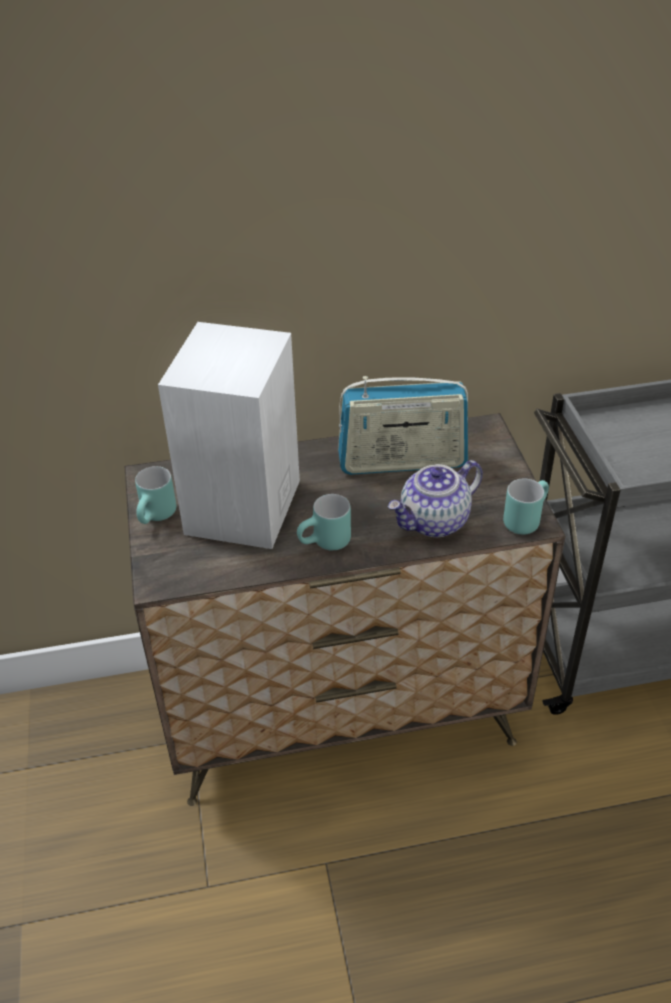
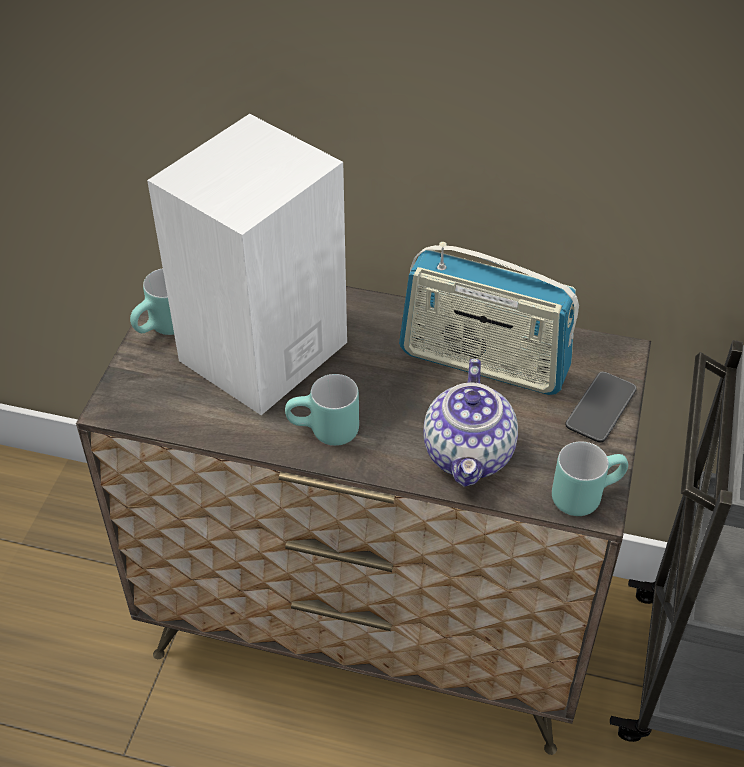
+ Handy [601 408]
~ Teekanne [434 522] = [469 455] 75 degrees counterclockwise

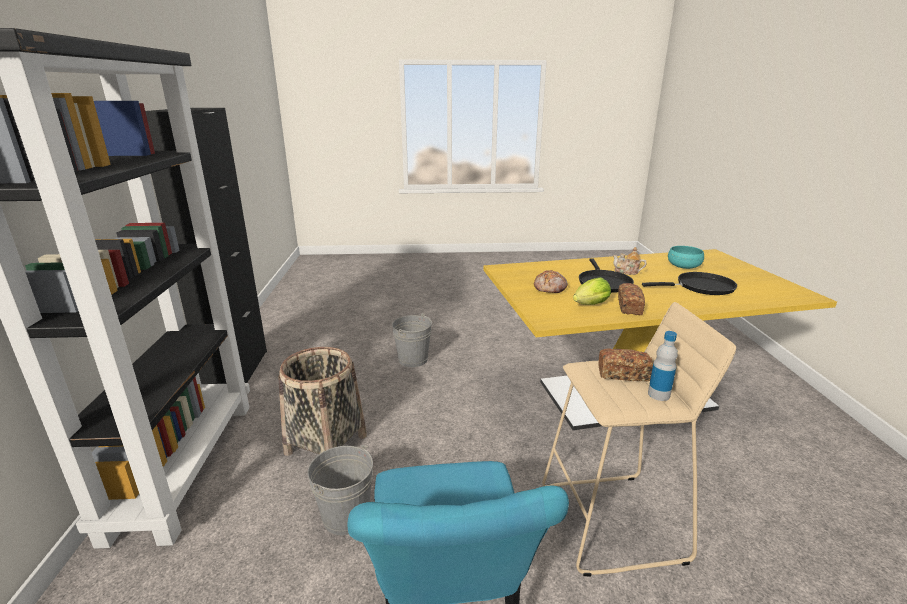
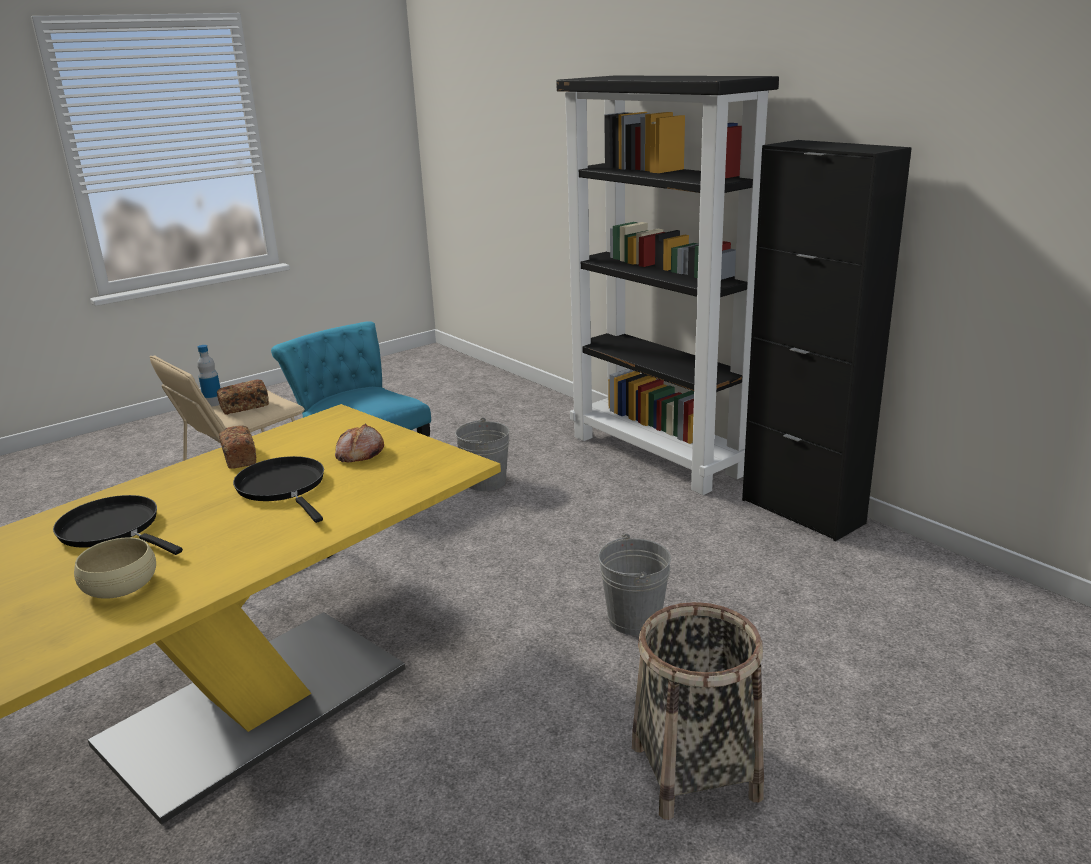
- Salatkopf [589 305]
- Teekanne [627 271]
~ Korb [326 444] to [694 771]
~ Schüssel (türkis) [684 265] to Schüssel (beige) [120 586]
~ Pfanne (schwarz) [701 287] = [114 529] 75 degrees clockwise

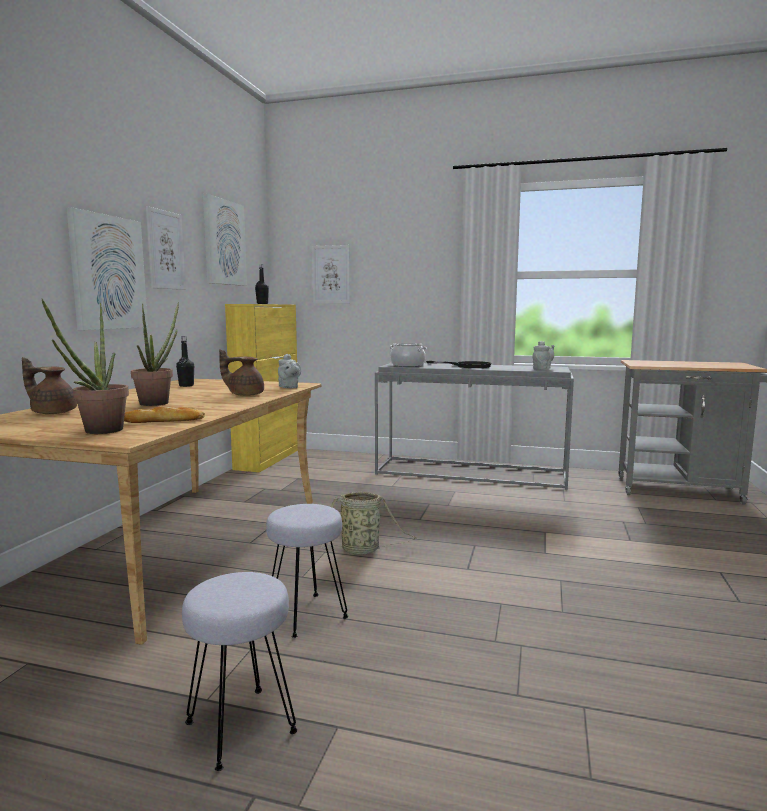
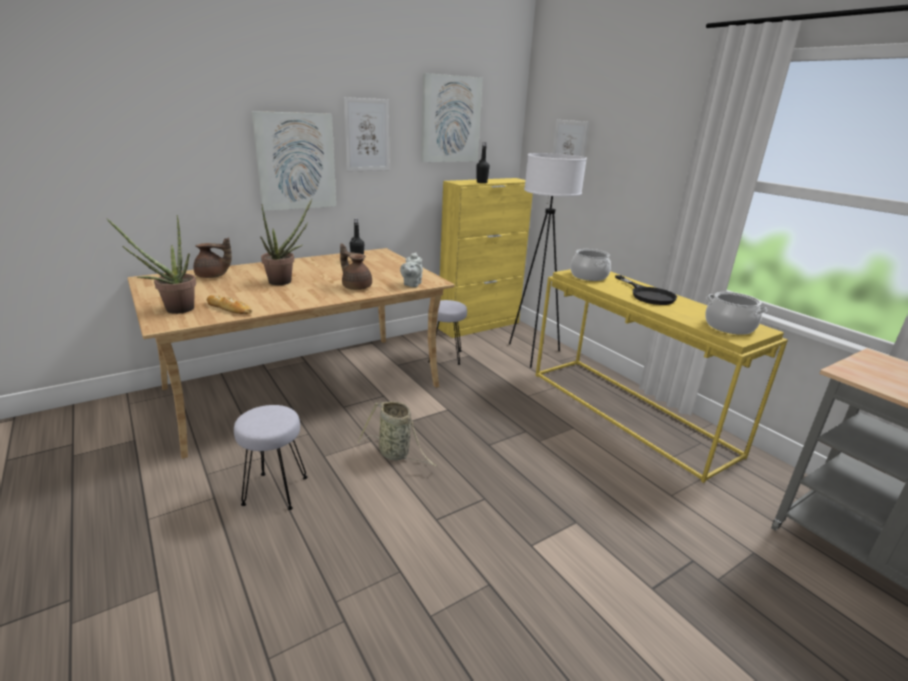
+ Stehlampe (weiß) [532 354]
~ Hocker (grau) [242 726] to [445 356]
~ Teekanne (grau) [542 368] to Kochtopf [729 327]
~ Konsolentisch (grau) [472 473] to Konsolentisch (gelb) [630 412]
~ Teekanne (braun) [53 412] = [213 276] 120 degrees clockwise

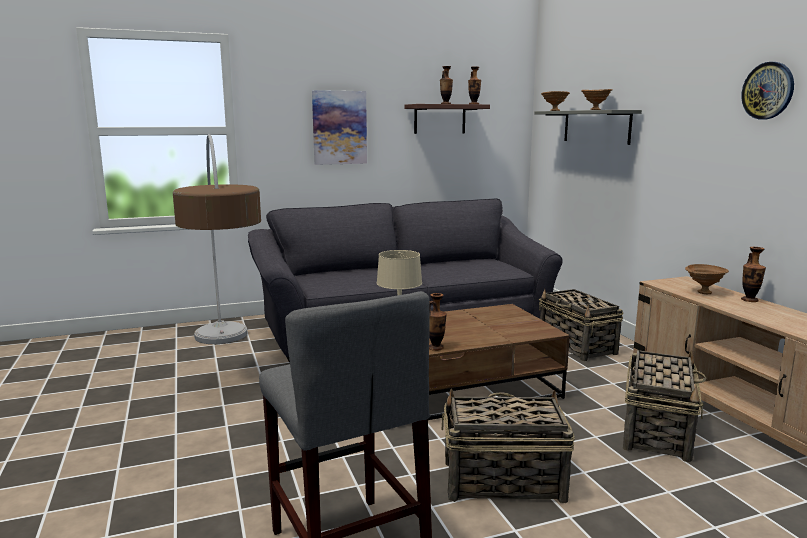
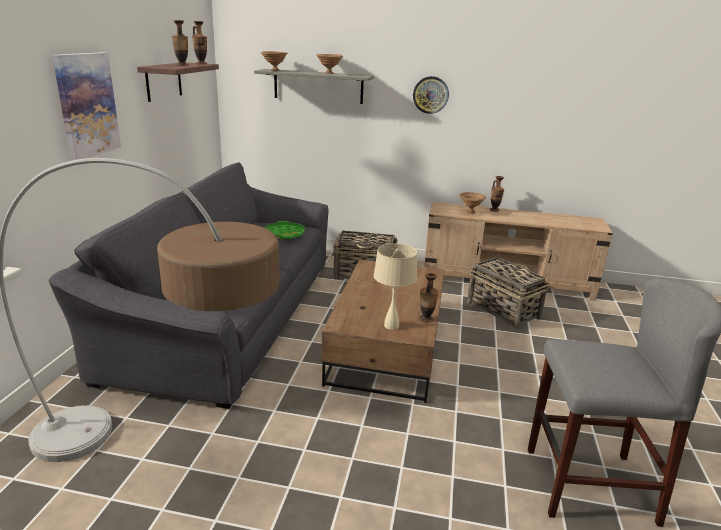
- Korb [502 481]
+ Tablett (grün) [284 234]
~ Wanduhr [768 90] to [430 95]

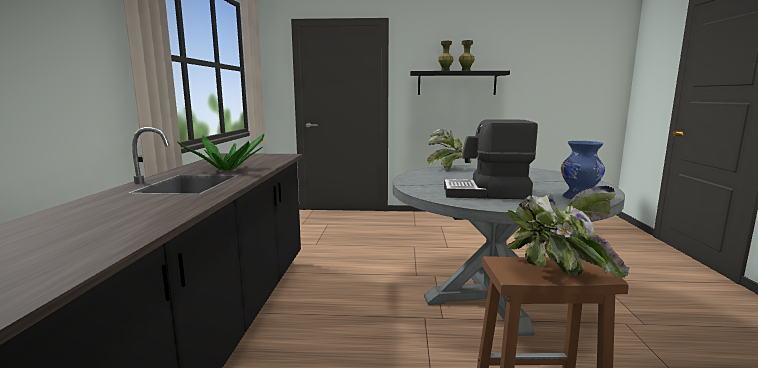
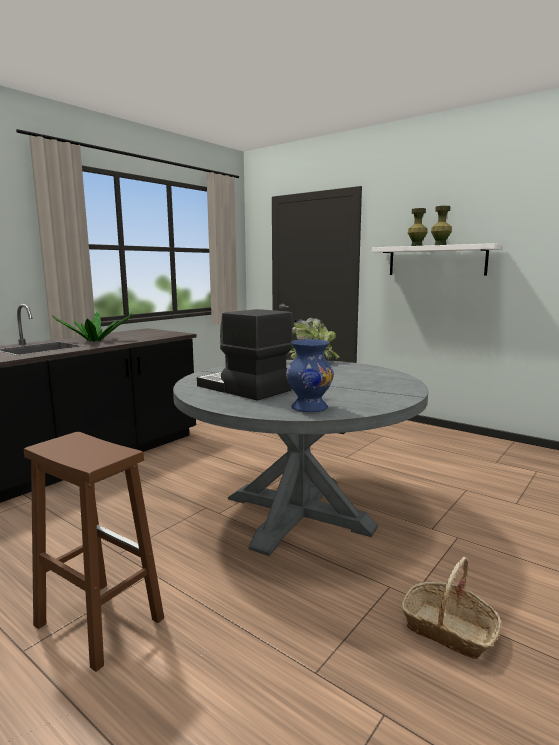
- Topfpflanze [555 274]
+ Korb [448 630]
~ Wandregal (schwarz) [456 83] to Wandregal (weiß) [436 260]

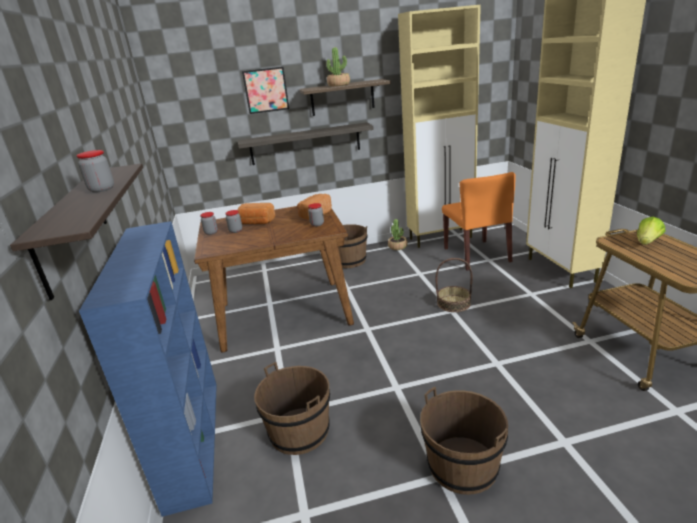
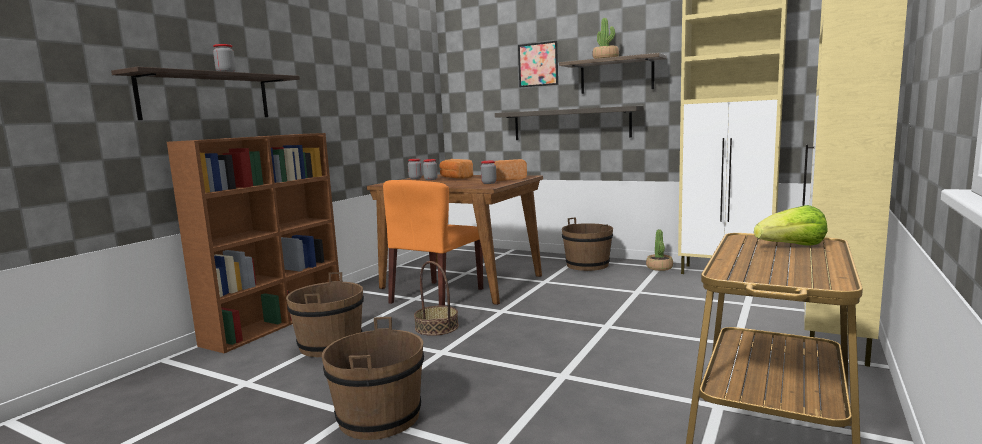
~ Korb [453 303] to [437 327]
~ Stuhl (orange) [477 255] to [437 296]
~ Bücherregal (blau) [193 439] to Bücherregal (braun) [277 322]

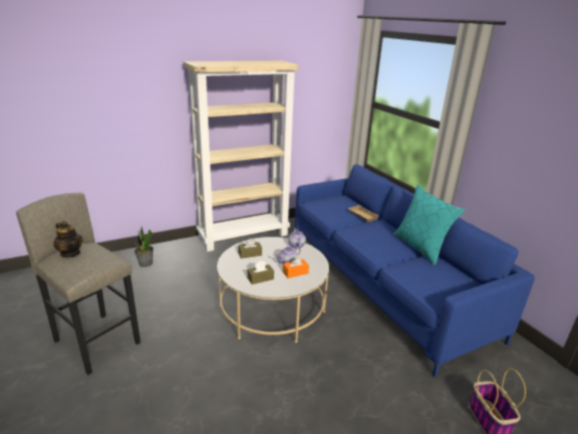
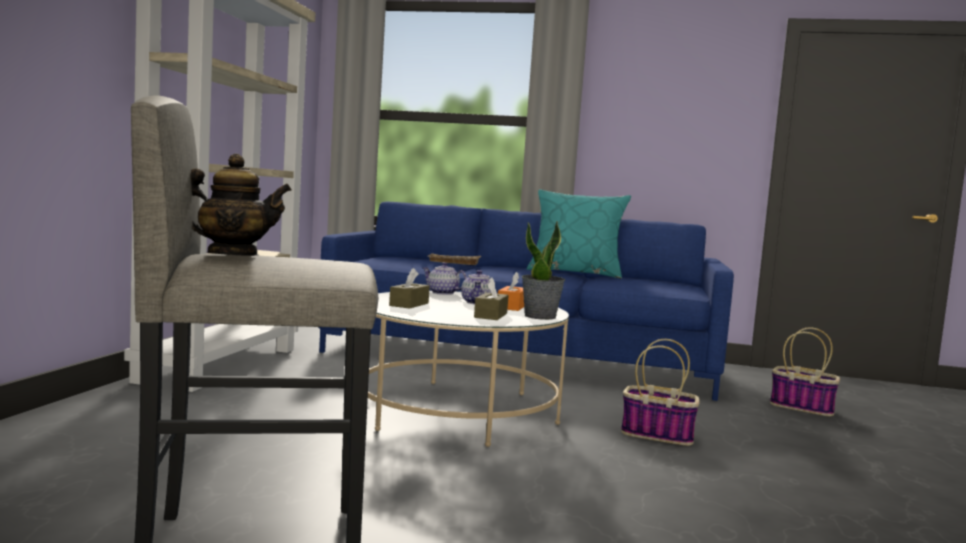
+ Korb [658 435]
~ Topfpflanze [145 263] to [540 316]

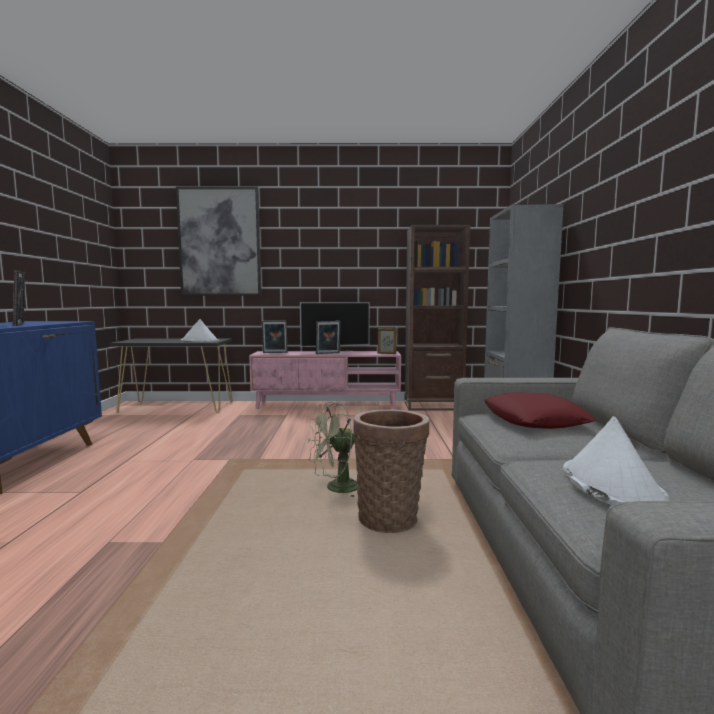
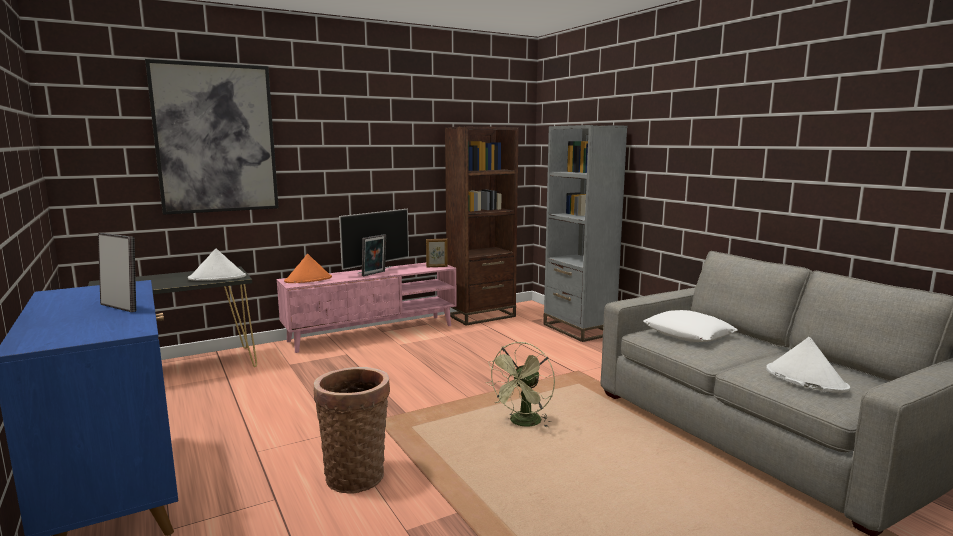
~ Korb [390 517] to [356 474]
~ Bilderrahmen [275 353] to Hut (orange) [308 280]
~ Kissen (rot) [534 420] to Kissen (weiß) [688 334]

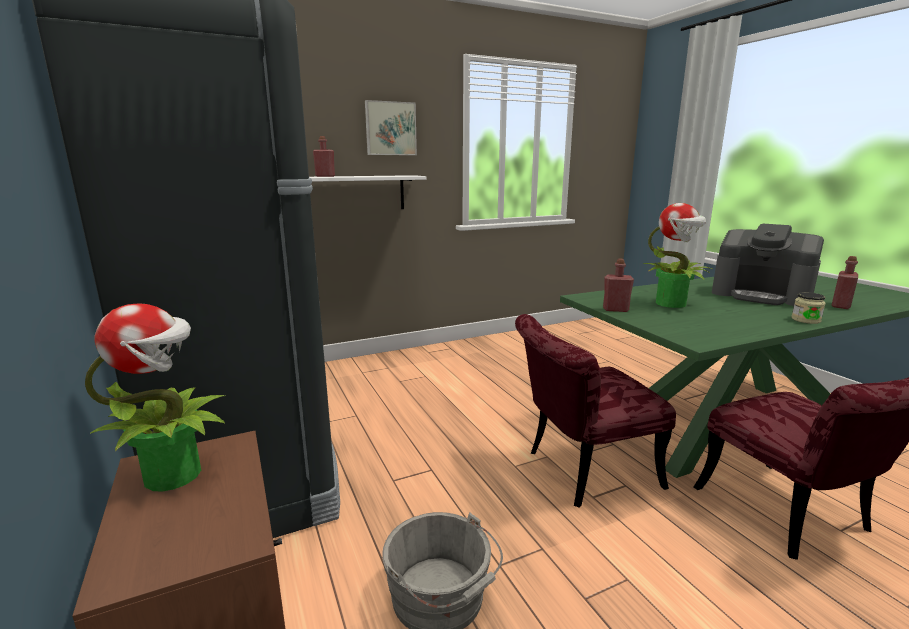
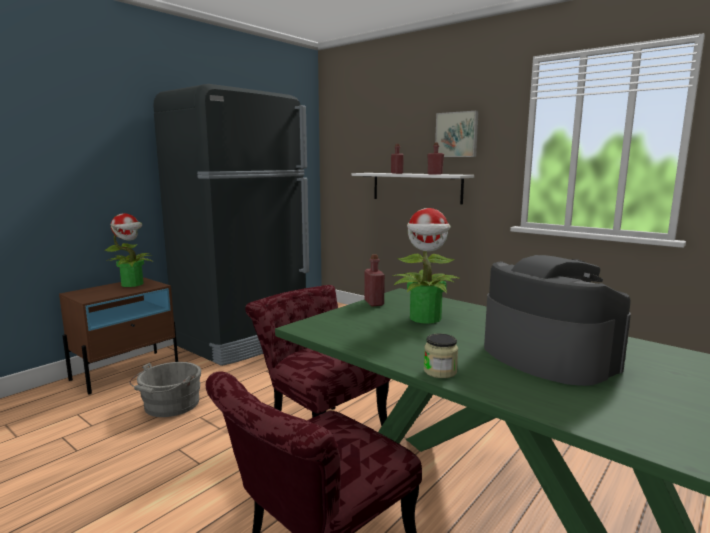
~ Flasche (rot) [840 306] to [435 174]
~ Kaffeemaschine [761 295] = [547 356] 135 degrees clockwise

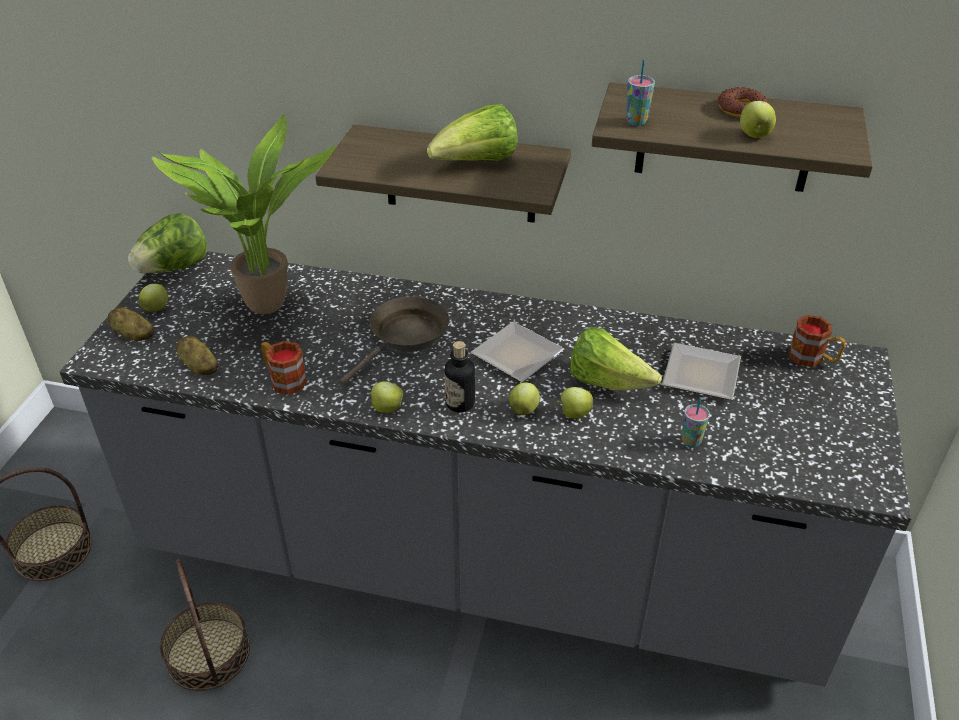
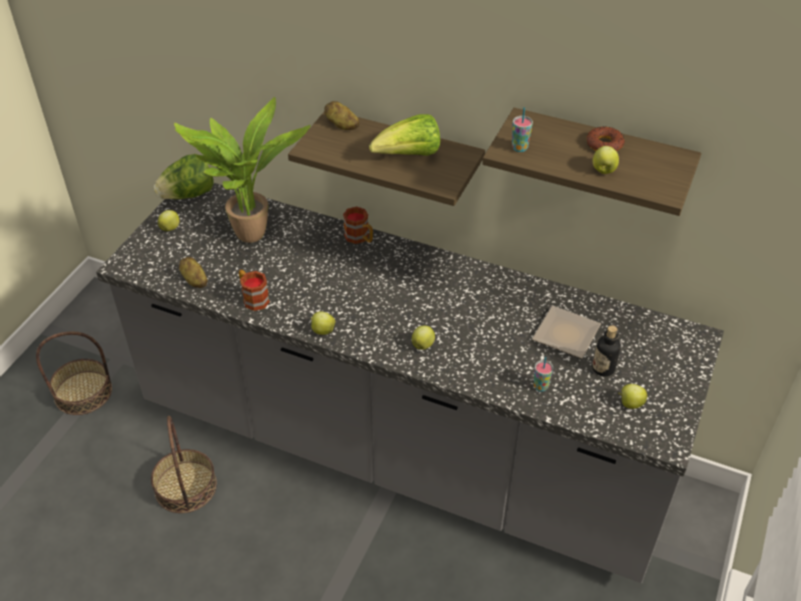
- Pfanne (braun) [405 337]
- Teller [517 353]
- Salatkopf [607 382]
~ Kartoffel [133 335] to [341 125]
~ Flasche [460 403] to [603 368]
~ Apfel [573 414] to [630 403]
~ Henkelbecher [813 358] to [360 238]

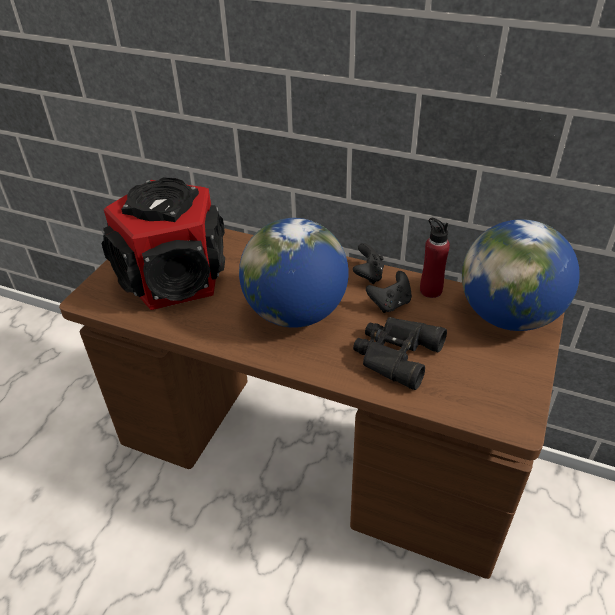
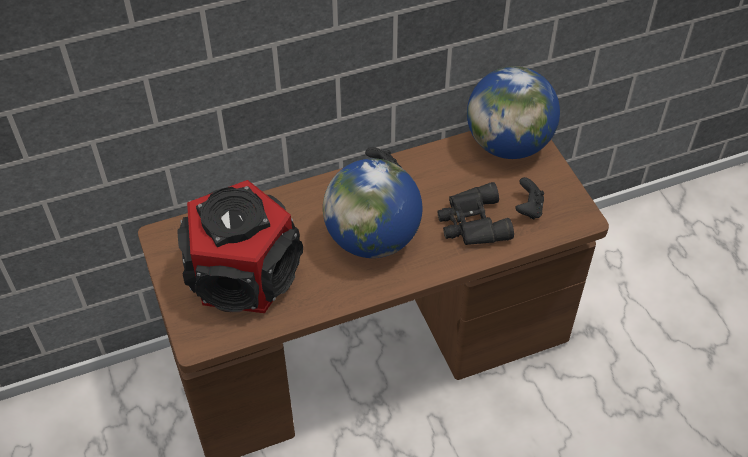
- Flasche (rot) [430 290]
~ Gamepad (schwarz) [390 304] to [528 208]

